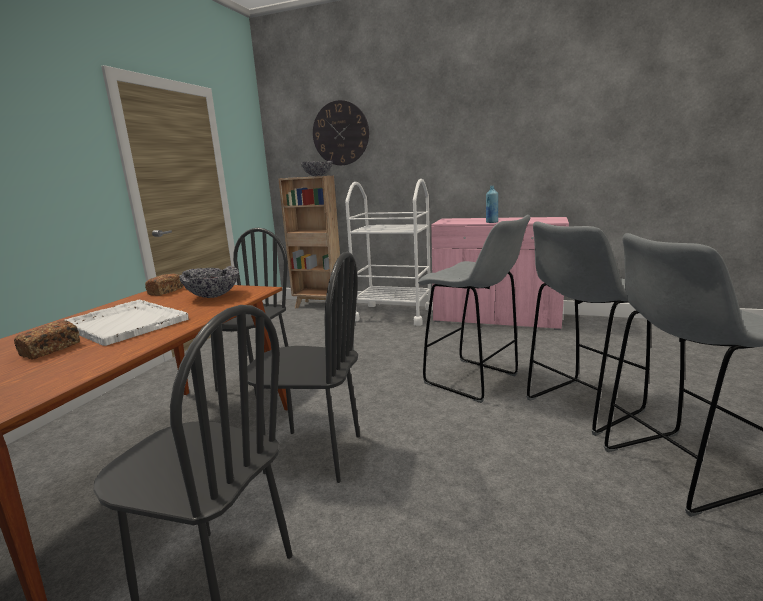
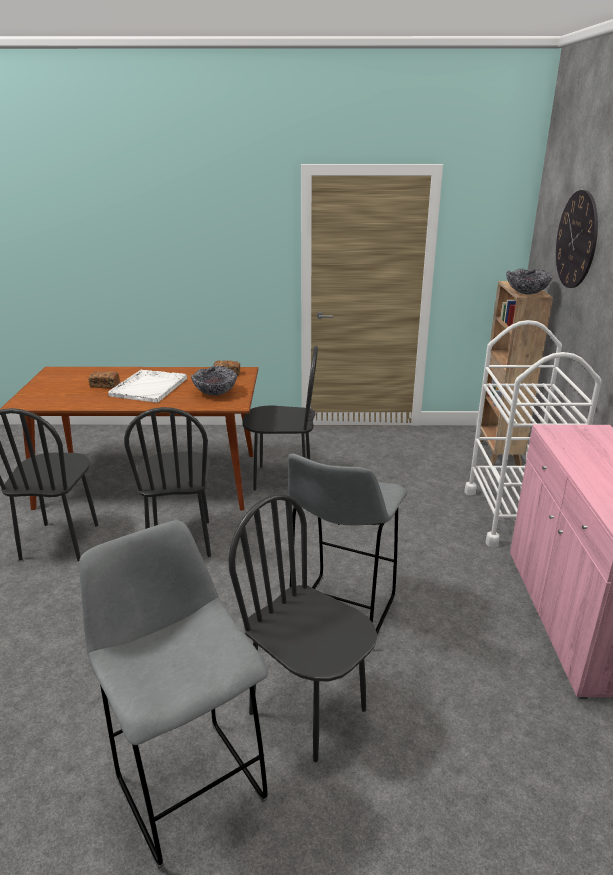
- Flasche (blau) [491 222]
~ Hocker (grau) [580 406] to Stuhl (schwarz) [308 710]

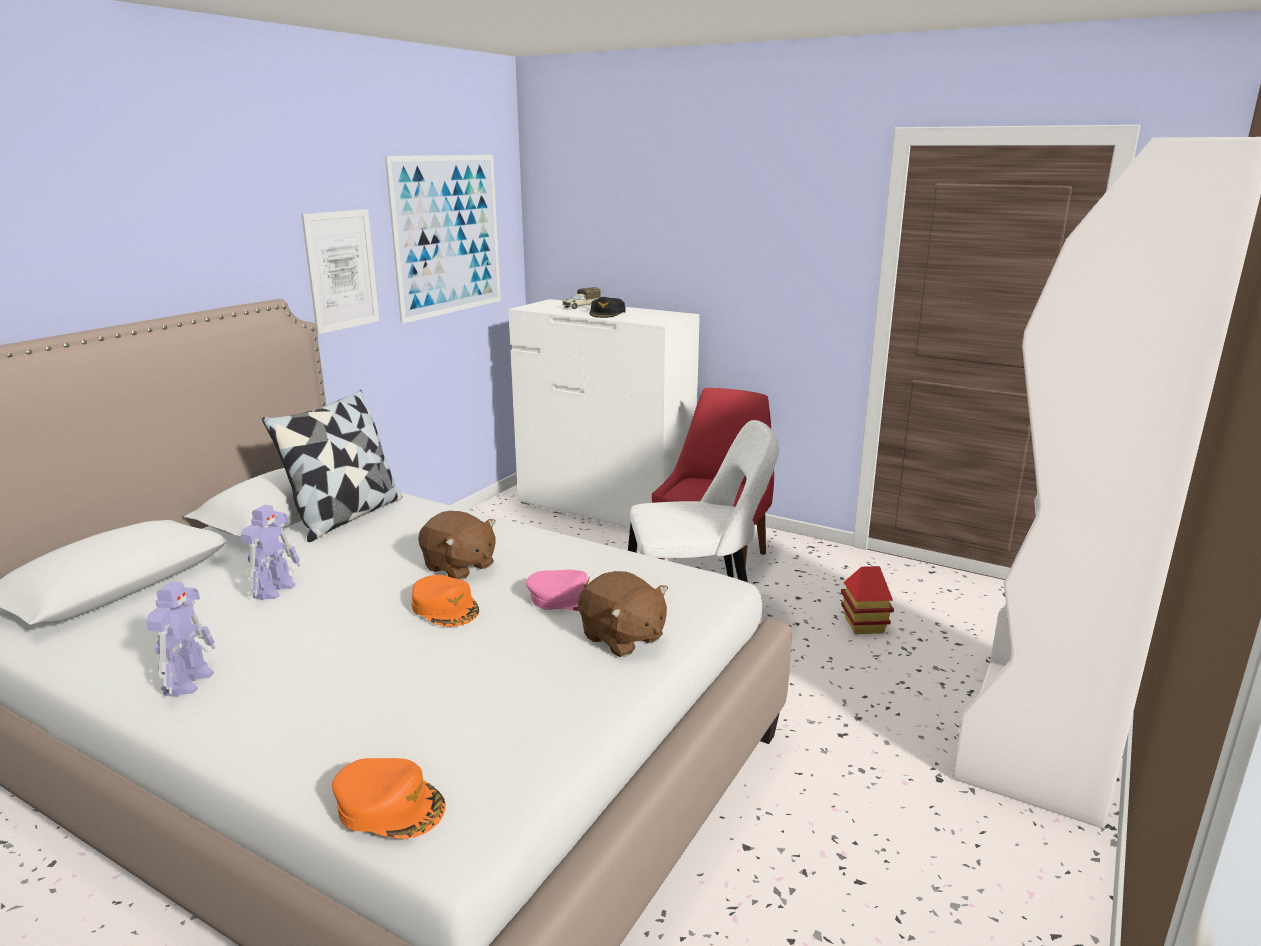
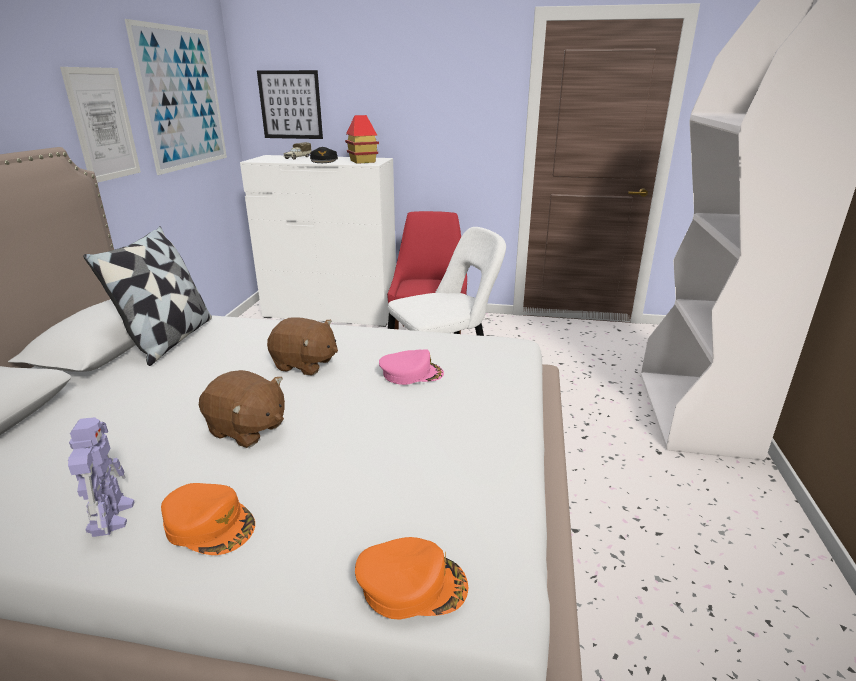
- Spielzeugroboter [275 589]
+ Bild [290 105]
~ Kappe (orange) [445 607] to [210 524]
~ Plüschtier (braun) [622 638] to [247 429]
~ Spielzeughaus [863 625] to [362 161]

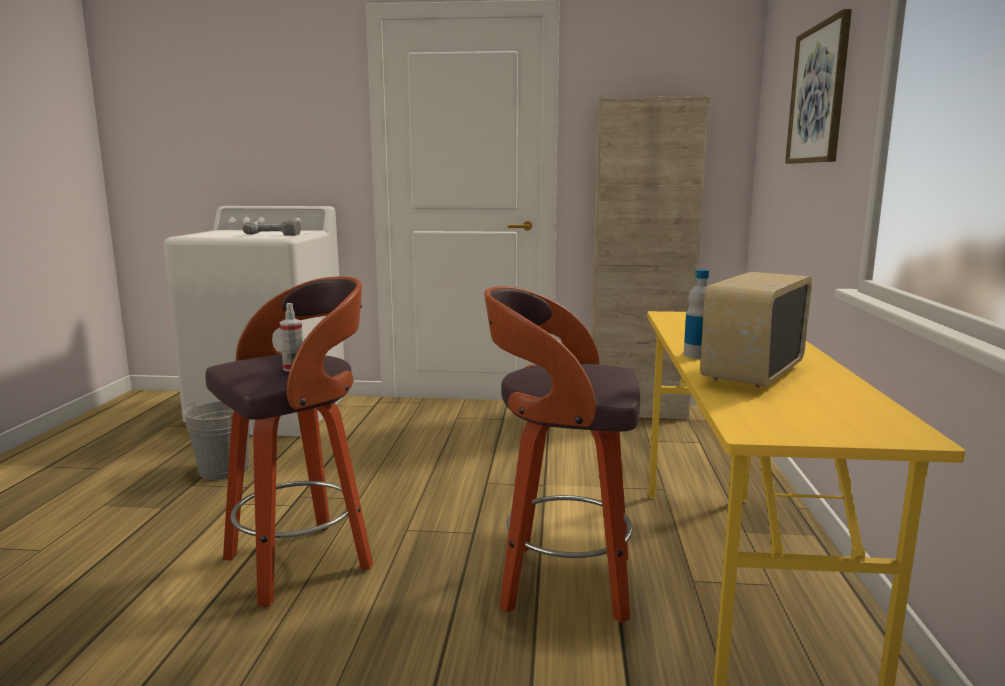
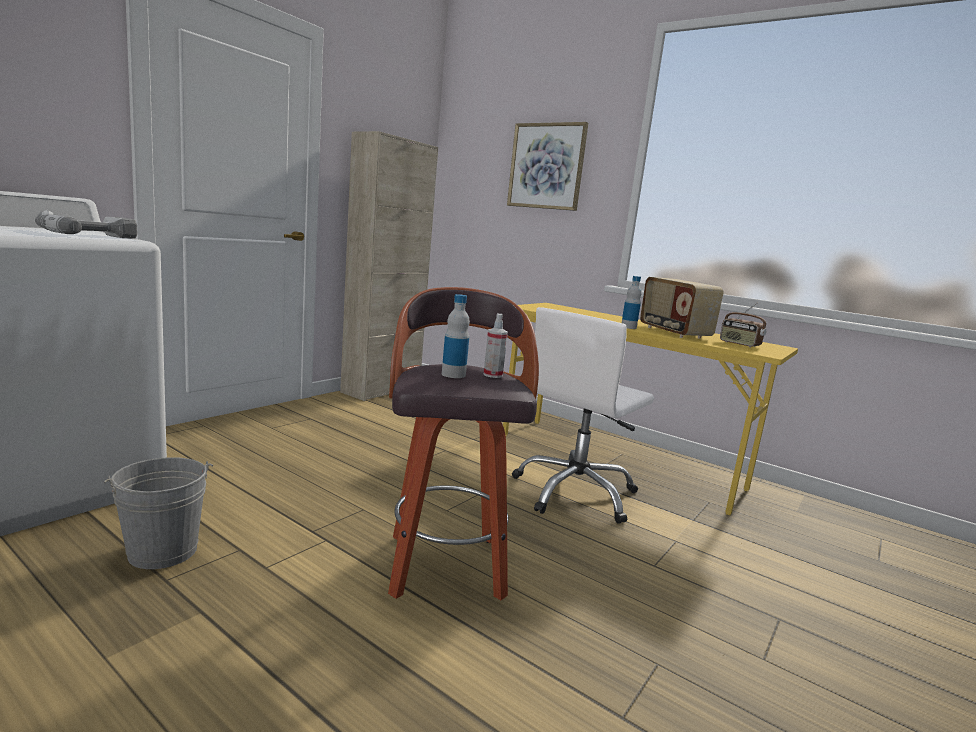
+ Flasche [453 374]
+ Radio [739 344]
~ Hocker [562 583] to Bürostuhl (weiß) [575 493]

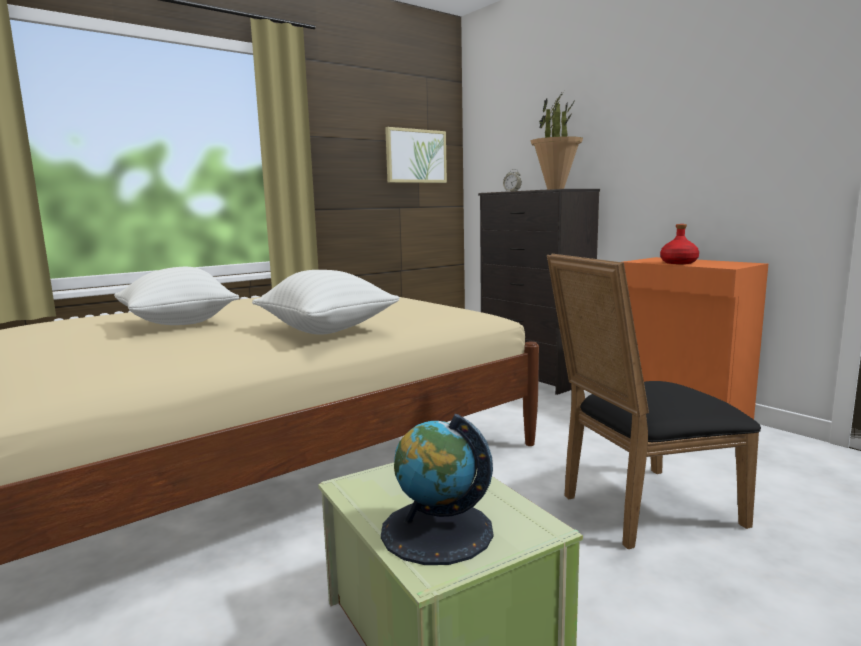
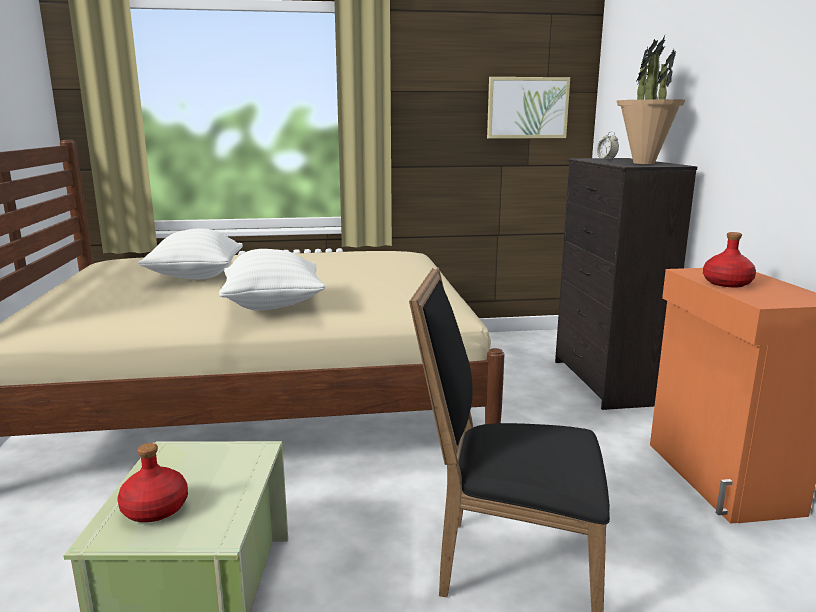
~ Globus [436 531] to Flasche (rot) [154 509]

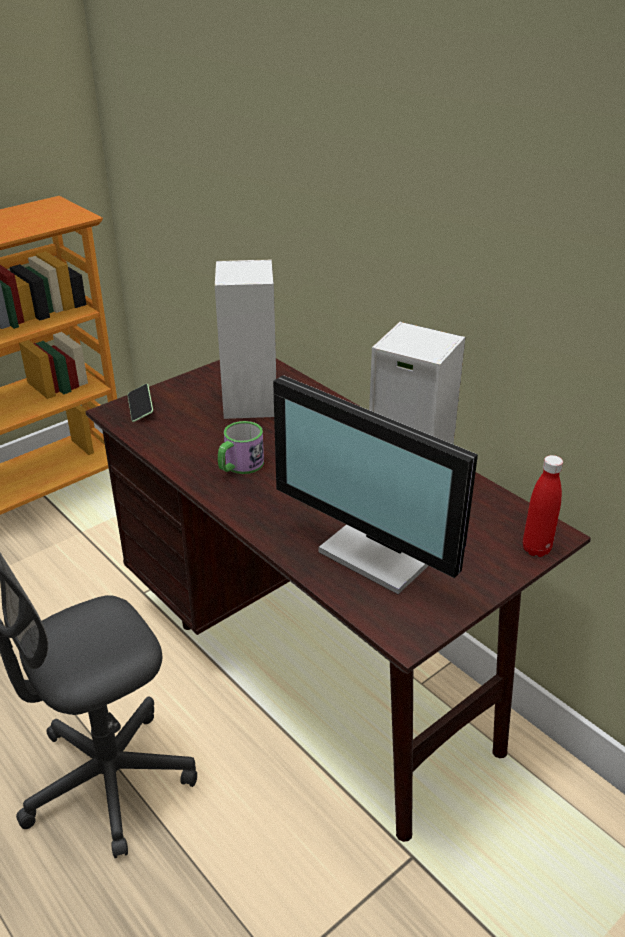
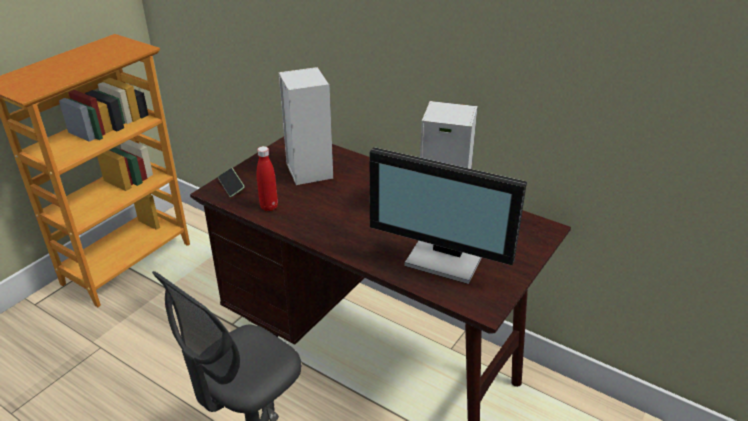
- Henkelbecher [239 466]
~ Flasche (rot) [536 549] to [269 207]

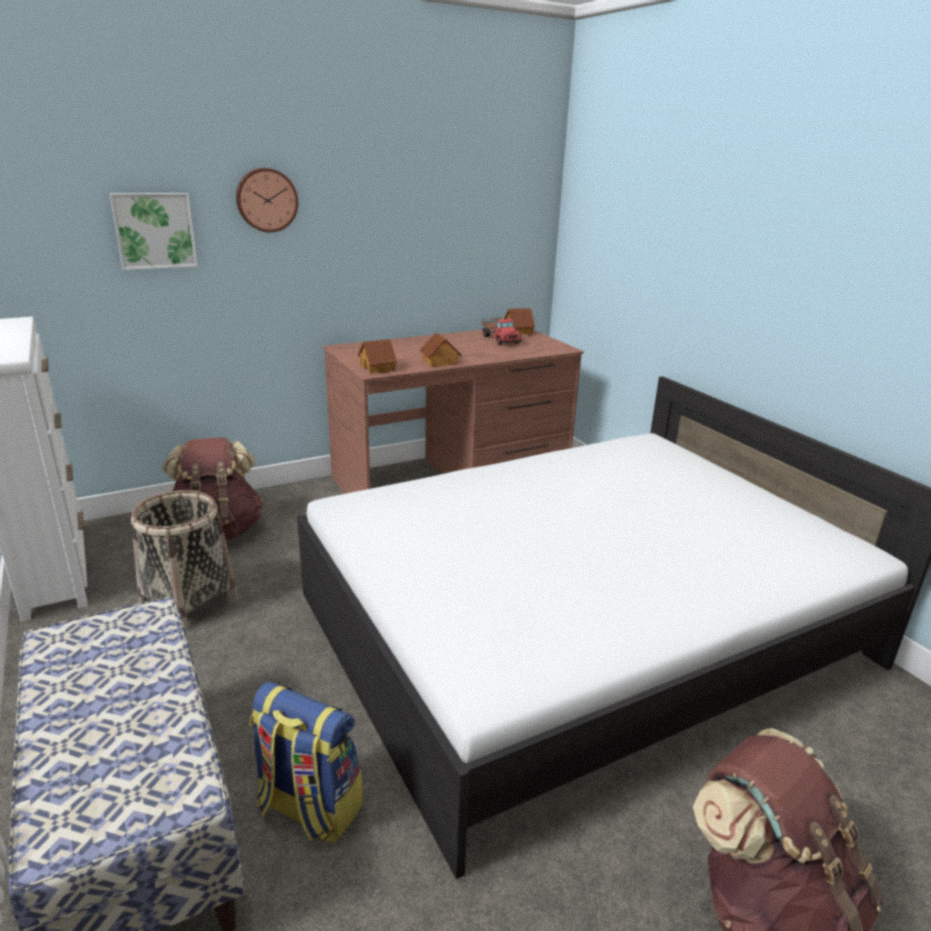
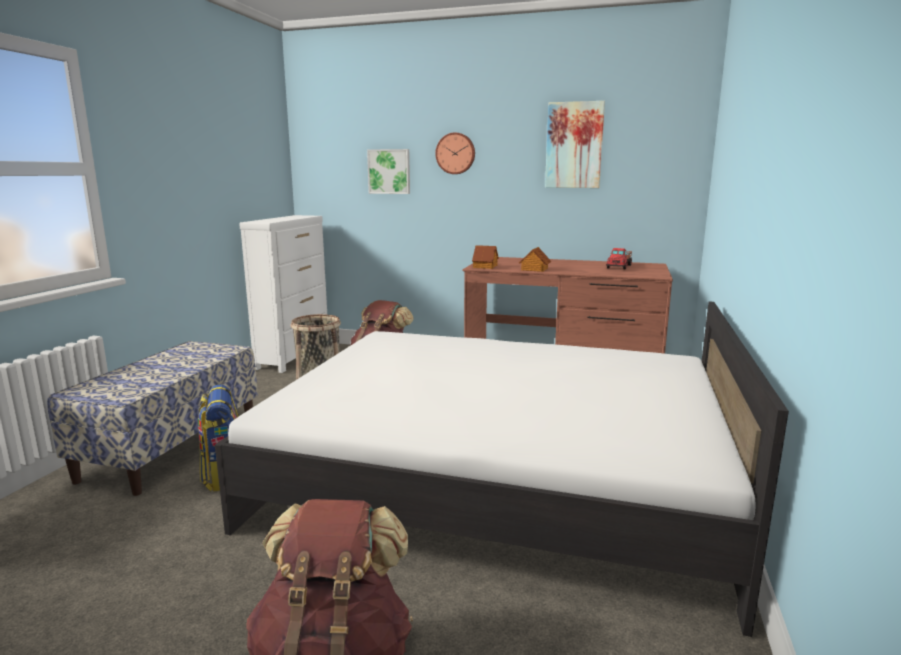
- Spielzeughaus [518 331]
+ Bild [574 145]

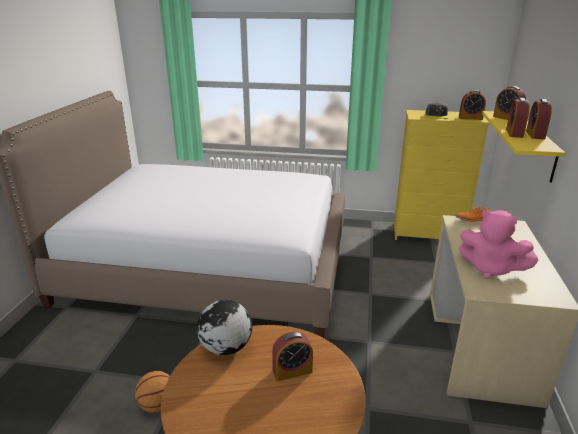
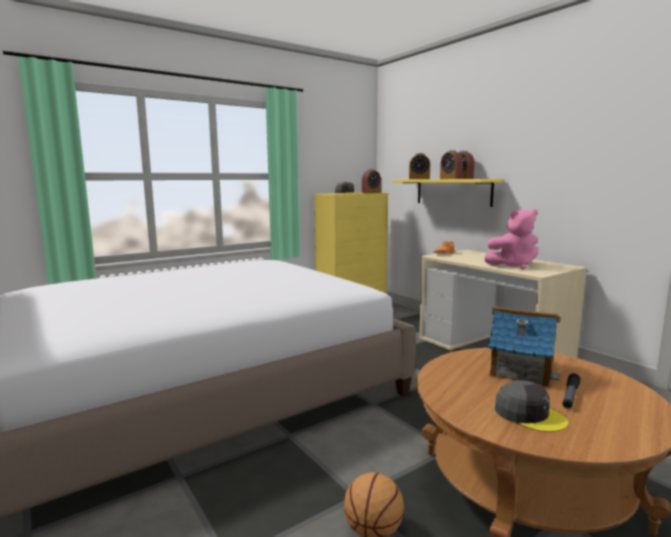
- Globus [225 348]
+ Kappe (grau) [529 414]
+ Taschenlampe [570 396]
~ Wecker [292 371] to Spielzeughaus [520 371]

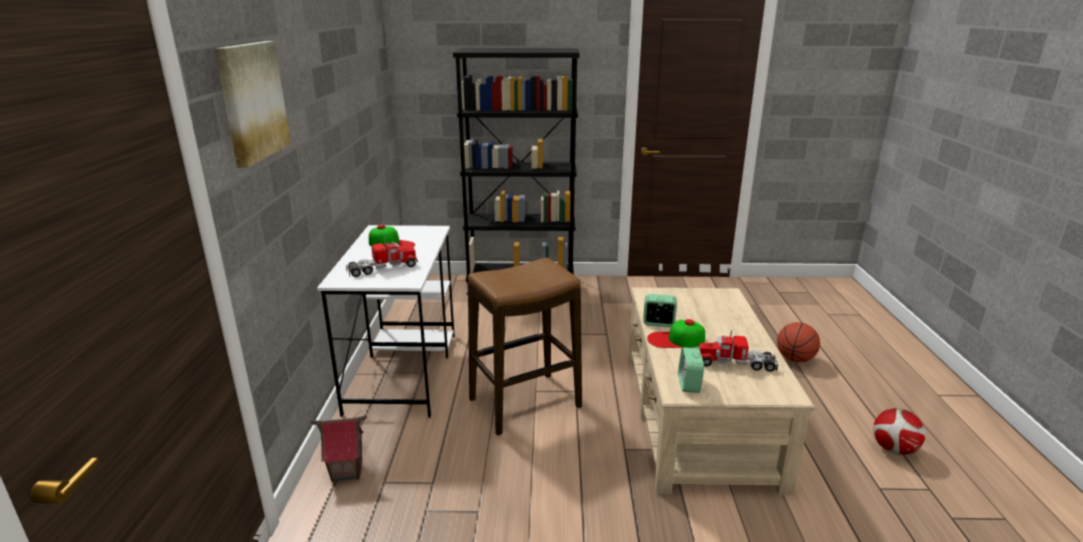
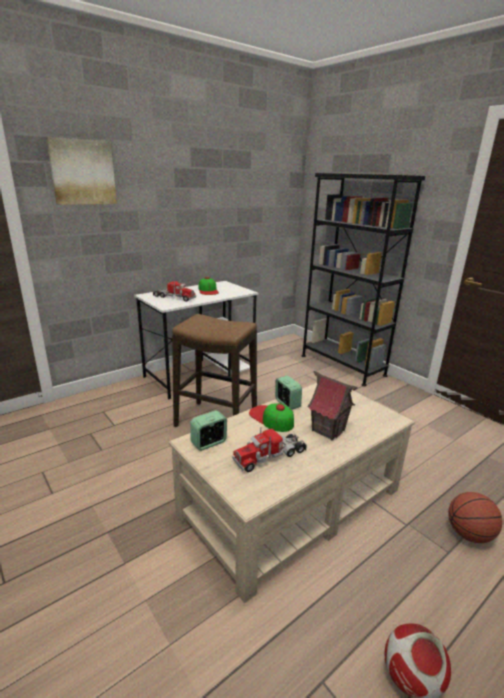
~ Spielzeughaus [347 471] to [328 430]
~ Spielzeuglaster [736 363] = [270 456] 90 degrees counterclockwise

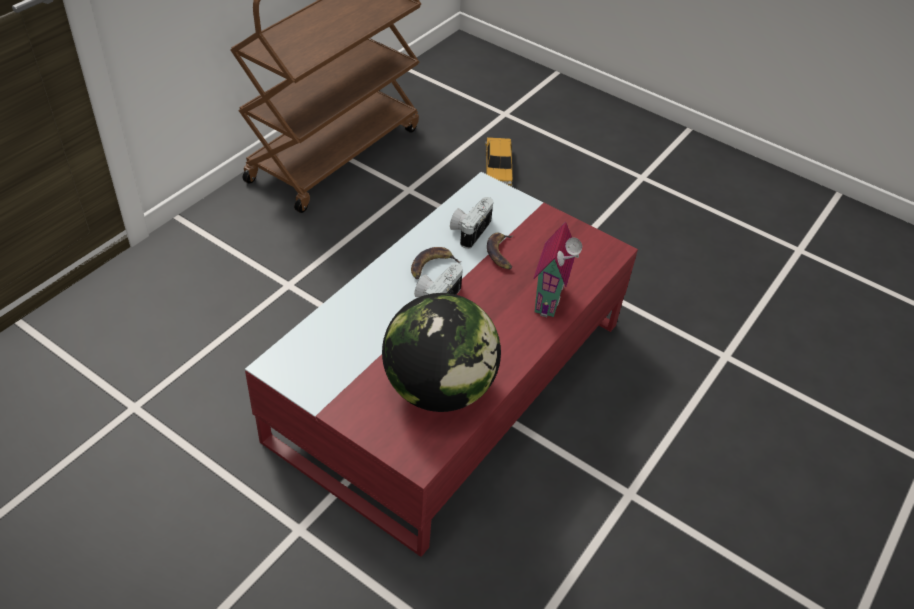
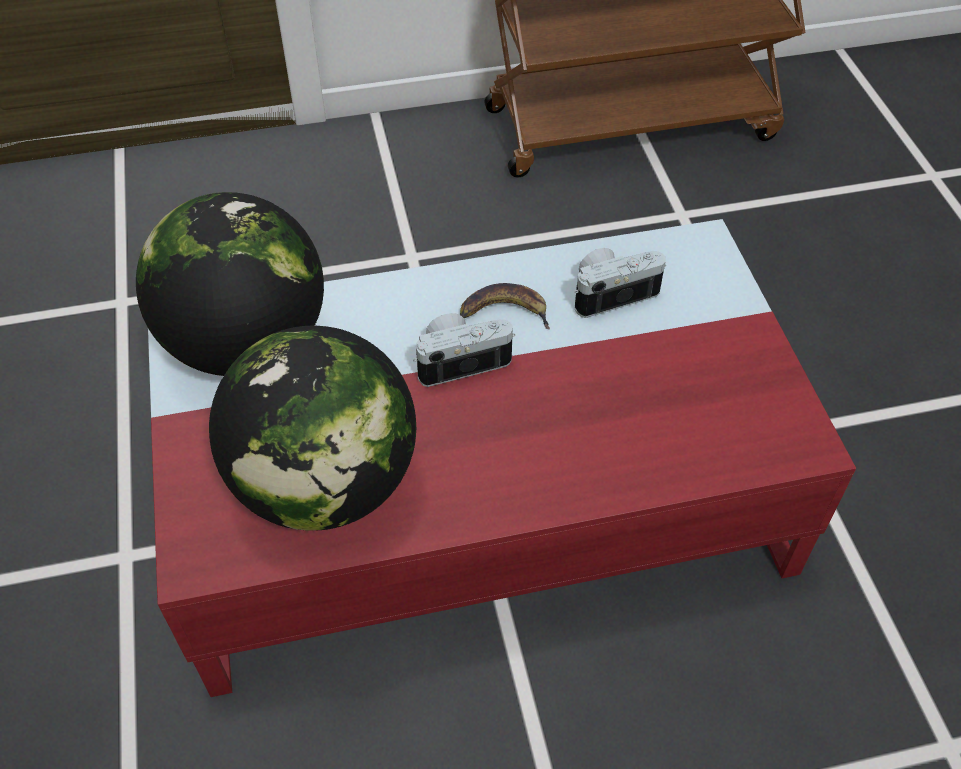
- Spielzeugauto [498 169]
- Banane [501 253]
- Spielzeughaus [551 300]
+ Globus [247 344]

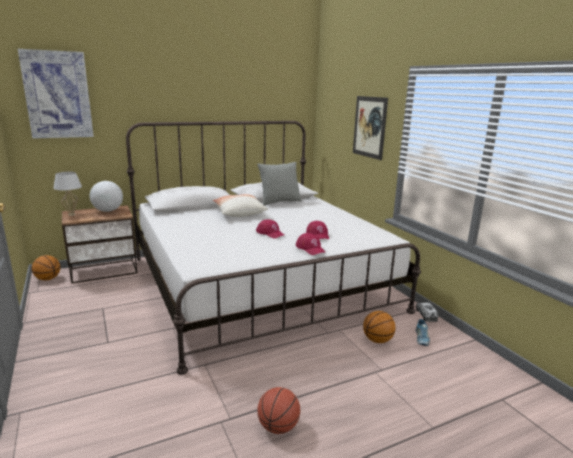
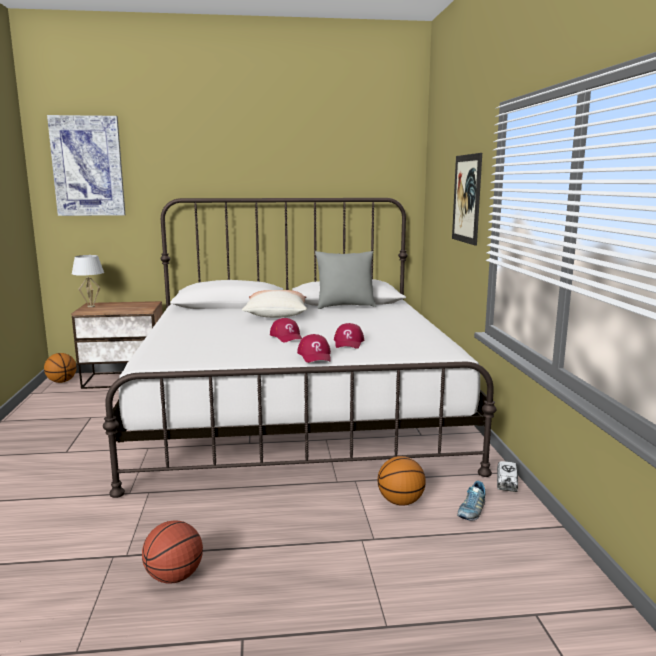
- Globus [108 211]

